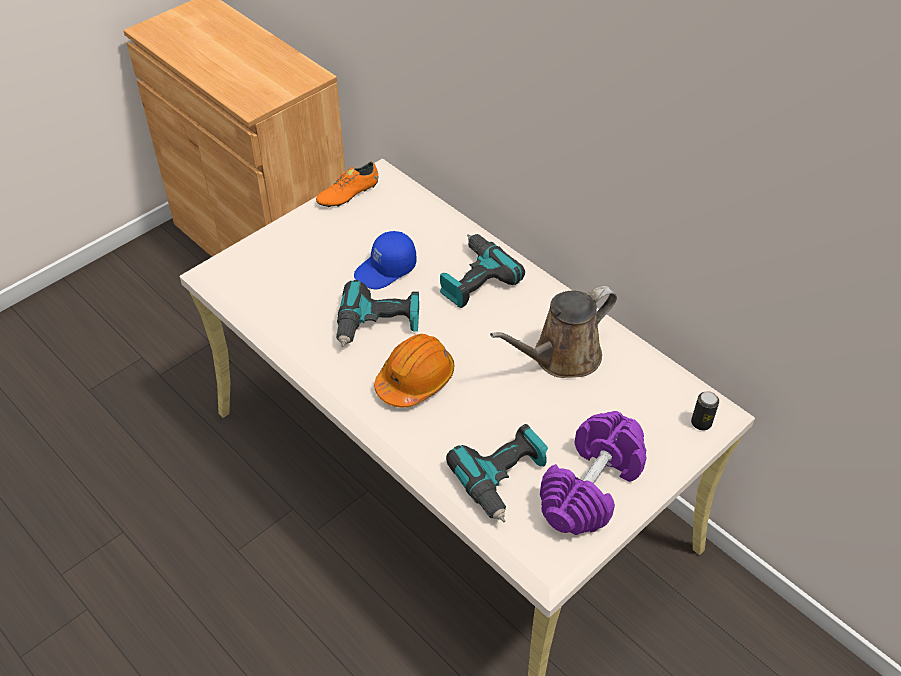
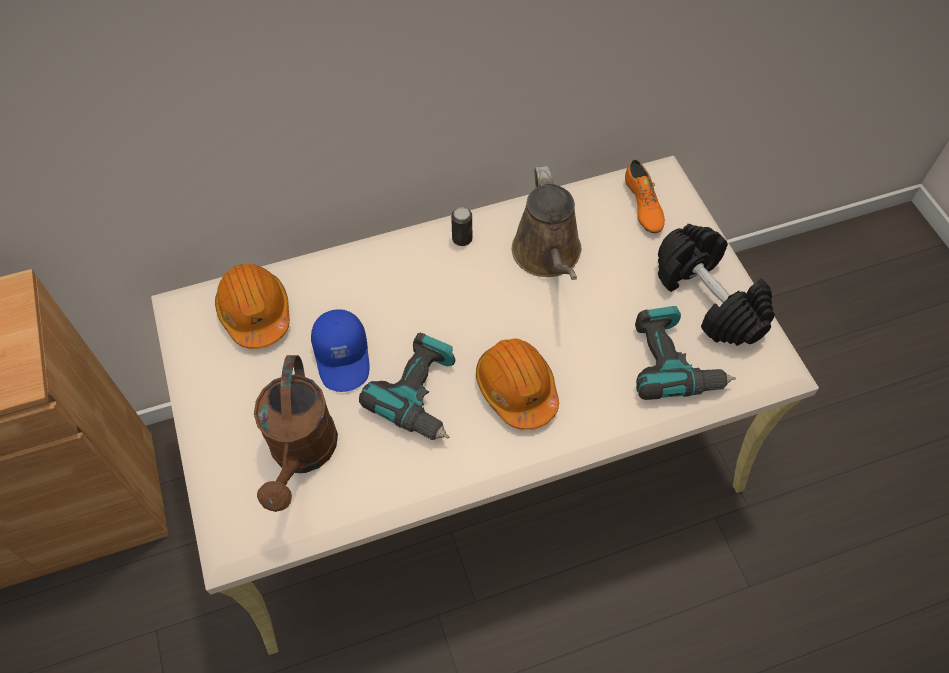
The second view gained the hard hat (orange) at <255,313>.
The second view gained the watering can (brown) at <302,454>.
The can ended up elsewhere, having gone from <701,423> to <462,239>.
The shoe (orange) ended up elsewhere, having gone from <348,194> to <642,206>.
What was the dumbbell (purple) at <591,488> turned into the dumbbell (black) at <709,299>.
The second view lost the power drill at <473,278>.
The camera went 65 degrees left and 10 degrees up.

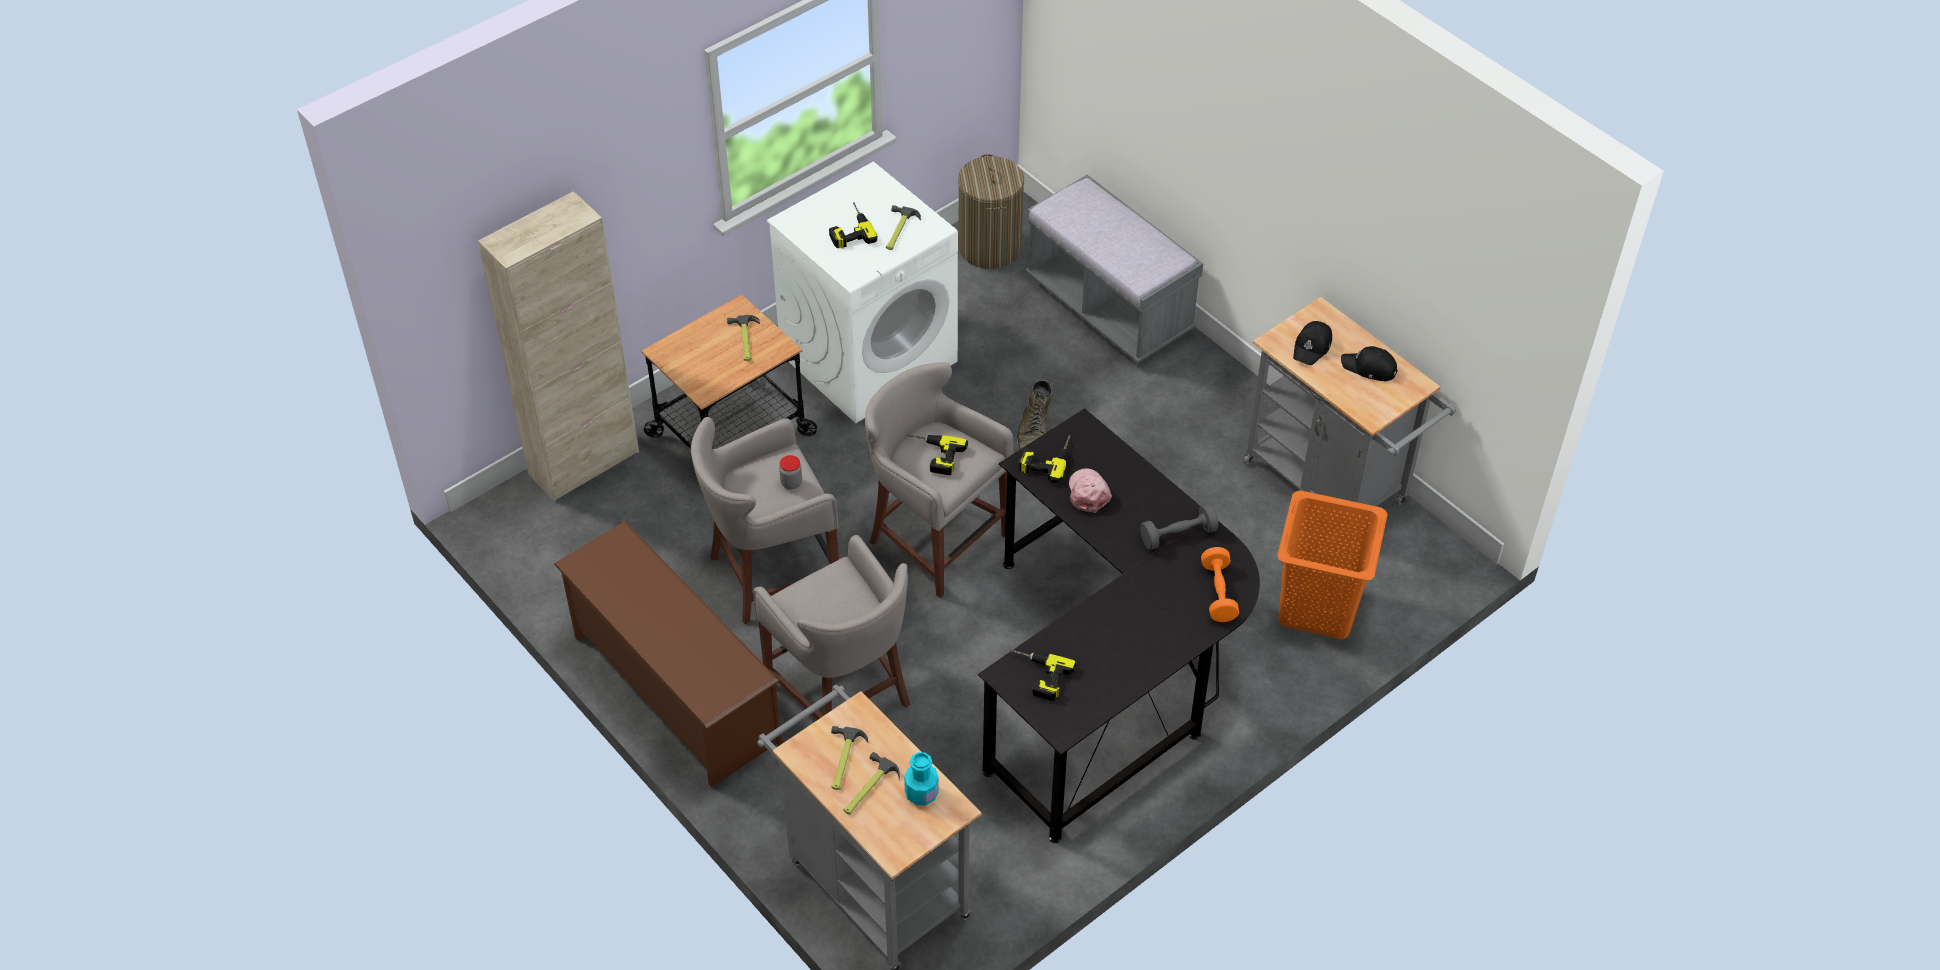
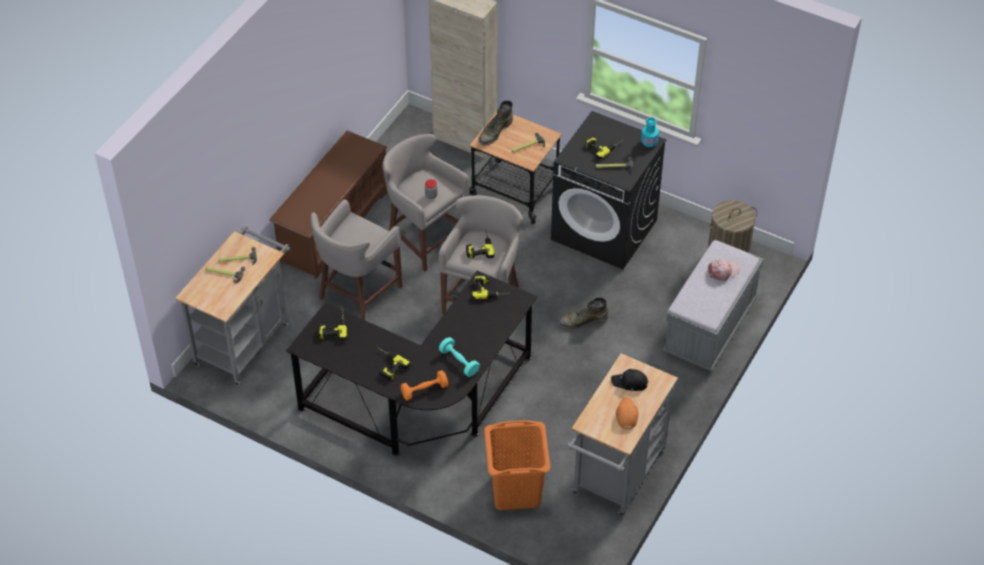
The second view gained the power drill at <387,365>.
What was the dumbbell (grey) at <1178,535> turned into the dumbbell (turquoise) at <459,362>.
The second view gained the boot (green) at <495,131>.
What was the washing machine (white) at <869,357> turned into the washing machine (black) at <605,230>.
What was the cap (black) at <1369,368> turned into the cap (orange) at <626,415>.
The bottle (turquoise) ended up elsewhere, having gone from <921,793> to <649,142>.
The cap (pink) ended up elsewhere, having gone from <1088,492> to <723,271>.
The camera went 70 degrees right and 0 degrees up.

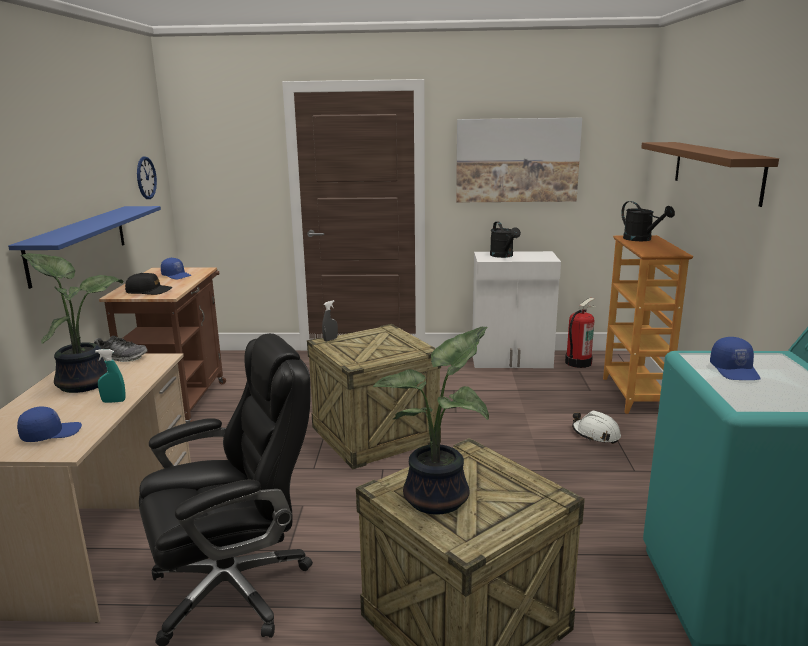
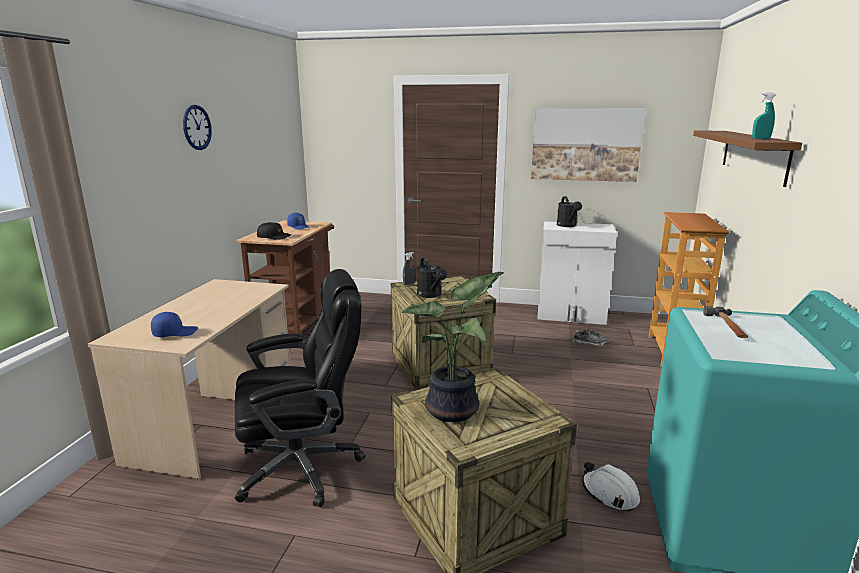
The wall clock ended up elsewhere, having gone from <146,178> to <197,127>.
The watering can (black) ended up elsewhere, having gone from <641,239> to <431,295>.
The shoe ended up elsewhere, having gone from <120,358> to <590,343>.
The hard hat (white) ended up elsewhere, having gone from <596,434> to <609,494>.
Where the cap (blue) stood at <735,371>, the hammer came to stand at <727,327>.
The spray bottle (turquoise) ended up elsewhere, having gone from <114,401> to <761,139>.
The second view lost the shelf (blue) at <78,243>.
The second view lost the potted plant at <84,383>.
The second view lost the fire extinguisher at <578,362>.
The camera went 10 degrees right and 0 degrees up.

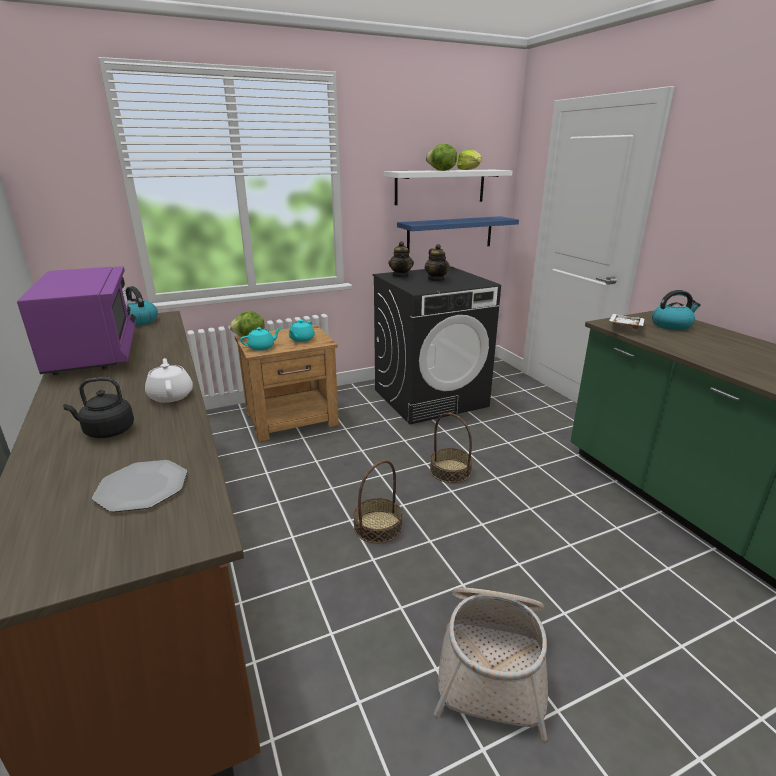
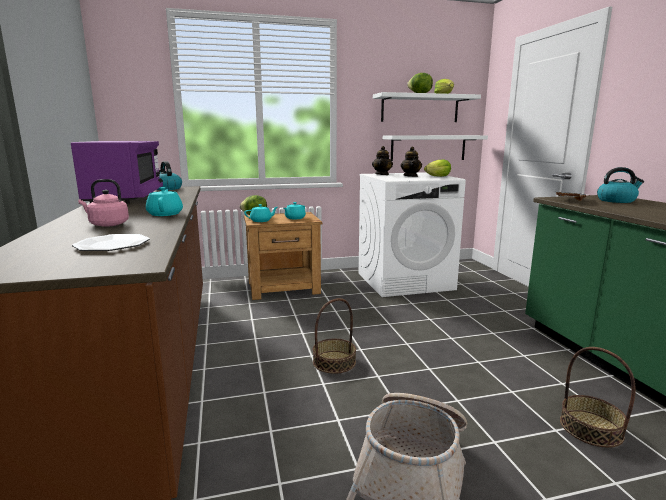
What was the kettle (black) at <107,431> turned into the kettle (pink) at <107,224>.
What was the teapot (white) at <171,395> turned into the teapot (turquoise) at <165,214>.
What was the washing machine (black) at <430,398> turned into the washing machine (white) at <405,281>.
What was the shelf (blue) at <450,234> turned into the shelf (white) at <428,147>.
The second view gained the lettuce at <437,176>.
The basket ended up elsewhere, having gone from <450,471> to <590,428>.
The camera went 10 degrees right and 10 degrees down.

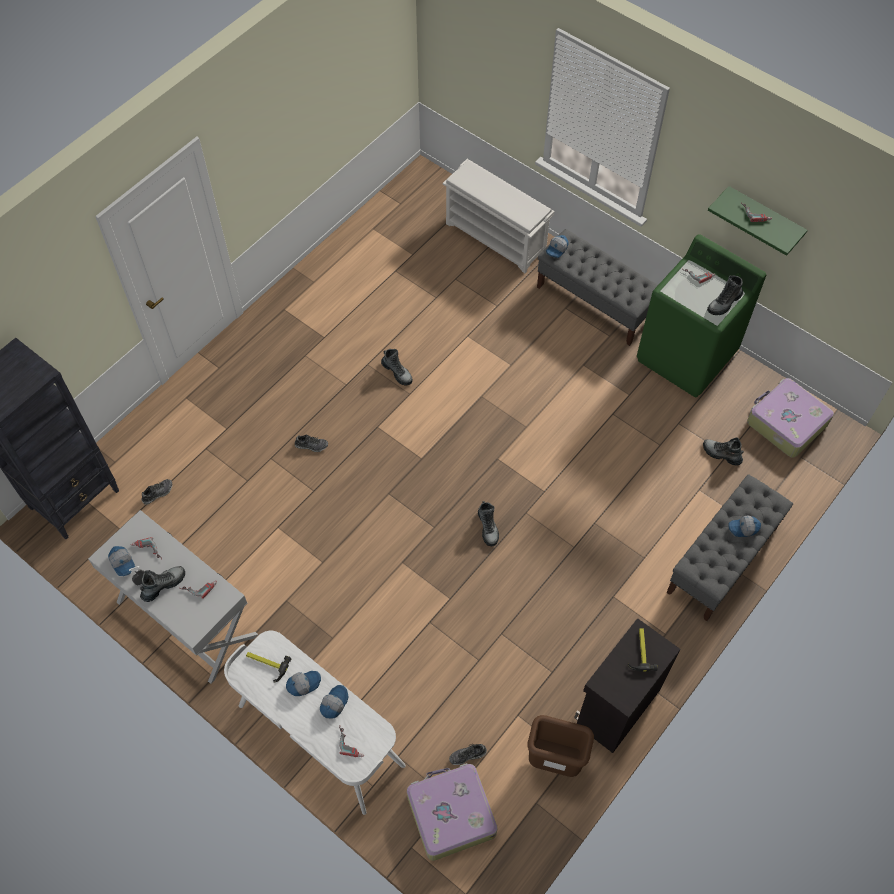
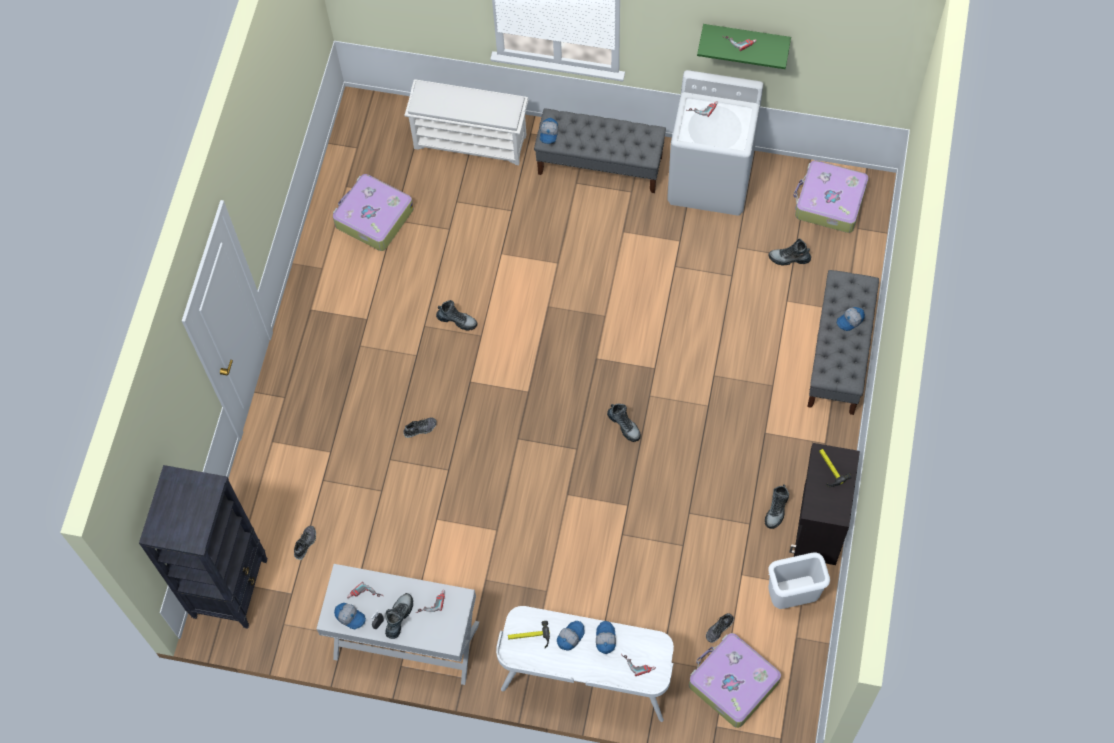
The second view gained the suitcase at <373,218>.
What was the washing machine (green) at <687,356> turned into the washing machine (white) at <711,179>.
The boot ended up elsewhere, having gone from <724,303> to <776,510>.
What was the trash can (brown) at <555,760> turned into the trash can (white) at <792,595>.
The camera went 25 degrees left and 5 degrees up.

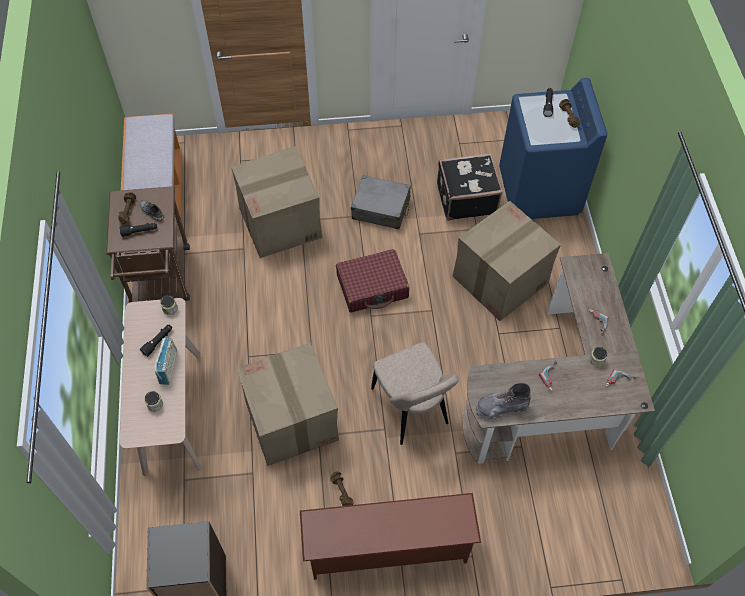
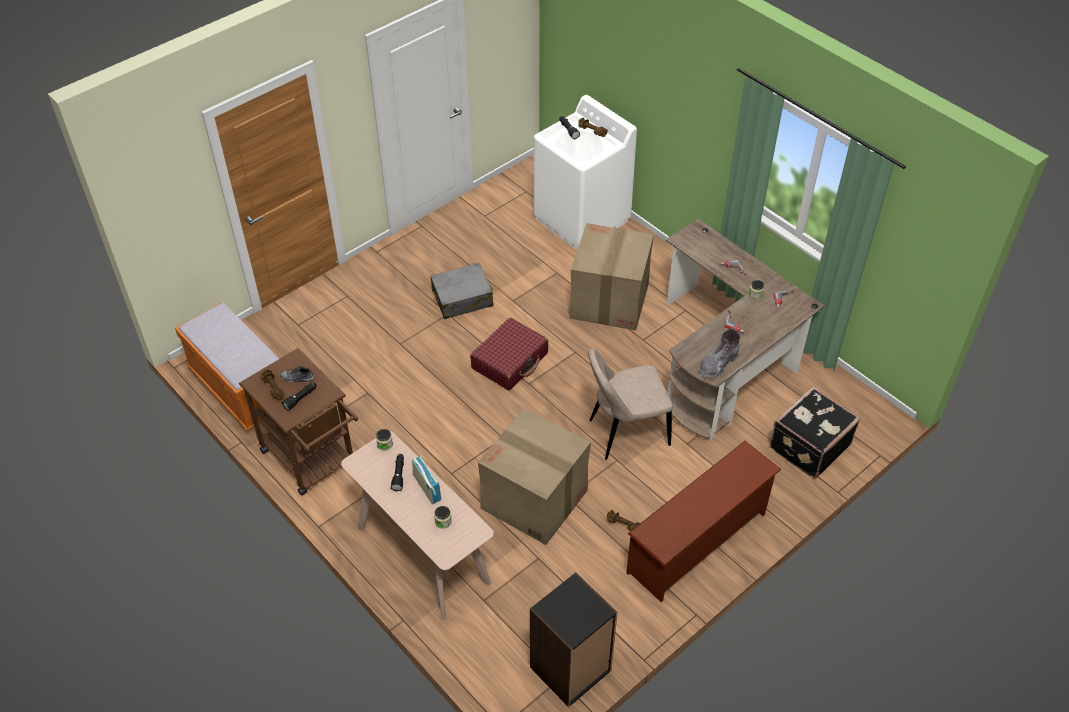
What was the washing machine (blue) at <539,191> turned into the washing machine (white) at <582,220>.
The chair (beige) at <411,409> ended up facing another way, 135 degrees clockwise from before.
The suitcase (black) ended up elsewhere, having gone from <466,198> to <808,446>.
The second view lost the cardboard box at <281,222>.
The camera went 35 degrees left and 10 degrees down.

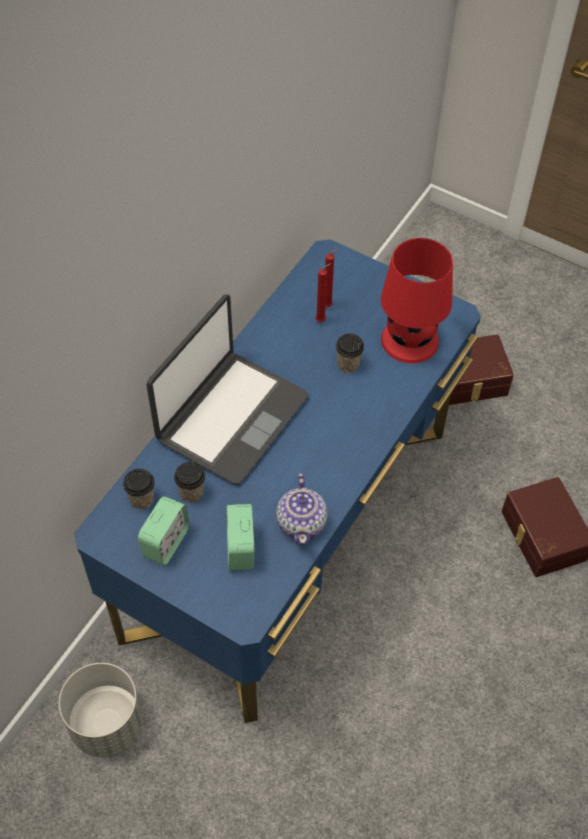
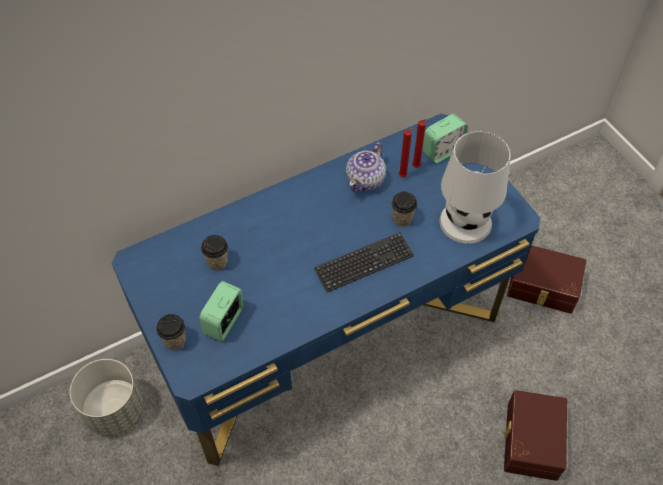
The cup ended up elsewhere, having gone from <142,499> to <175,341>.
The second view gained the keyboard at <364,263>.
The teapot ended up elsewhere, having gone from <302,523> to <365,180>.
The alarm clock ended up elsewhere, having gone from <166,542> to <442,151>.
What was the table lamp (red) at <410,339> turned into the table lamp (white) at <466,221>.
The second view lost the laptop at <231,418>.
The camera went 30 degrees right and 0 degrees up.

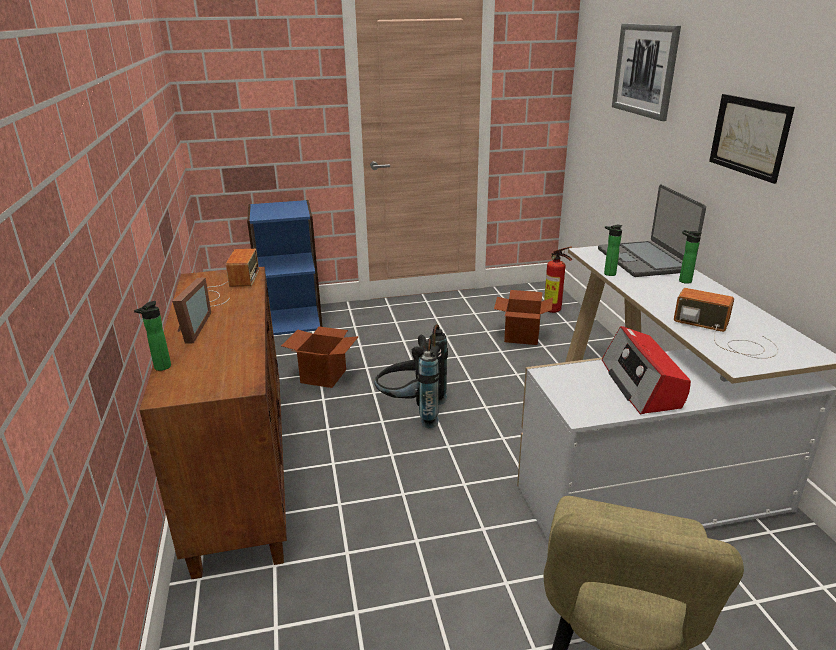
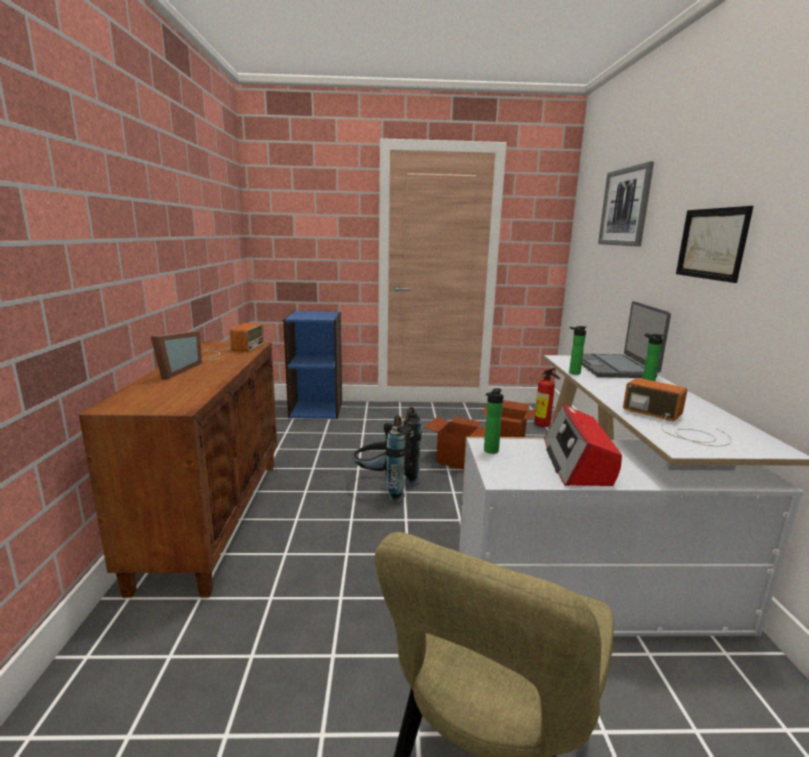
The cardboard box ended up elsewhere, having gone from <323,376> to <456,460>.
The bottle ended up elsewhere, having gone from <160,368> to <490,451>.
The camera went 10 degrees right and 10 degrees down.

